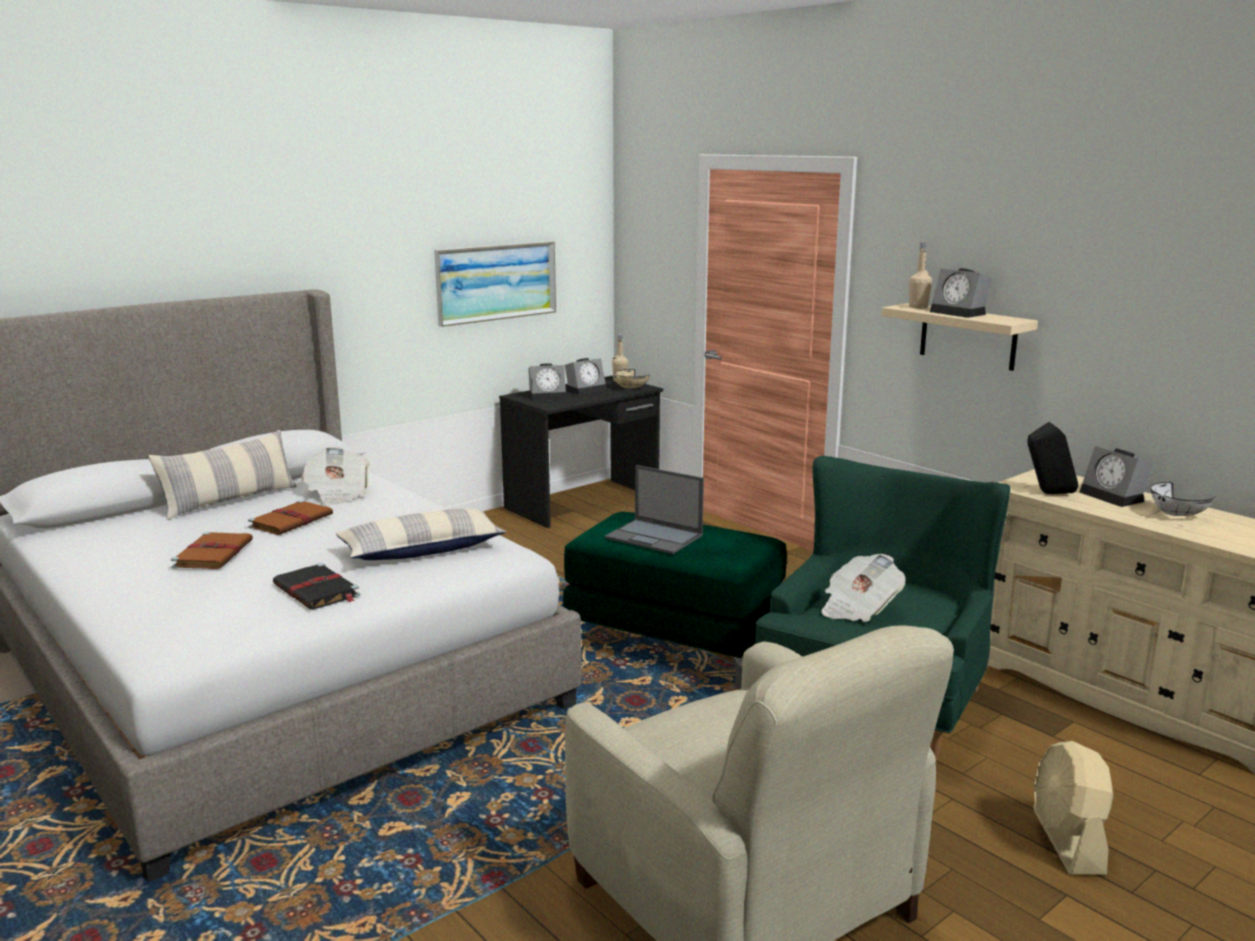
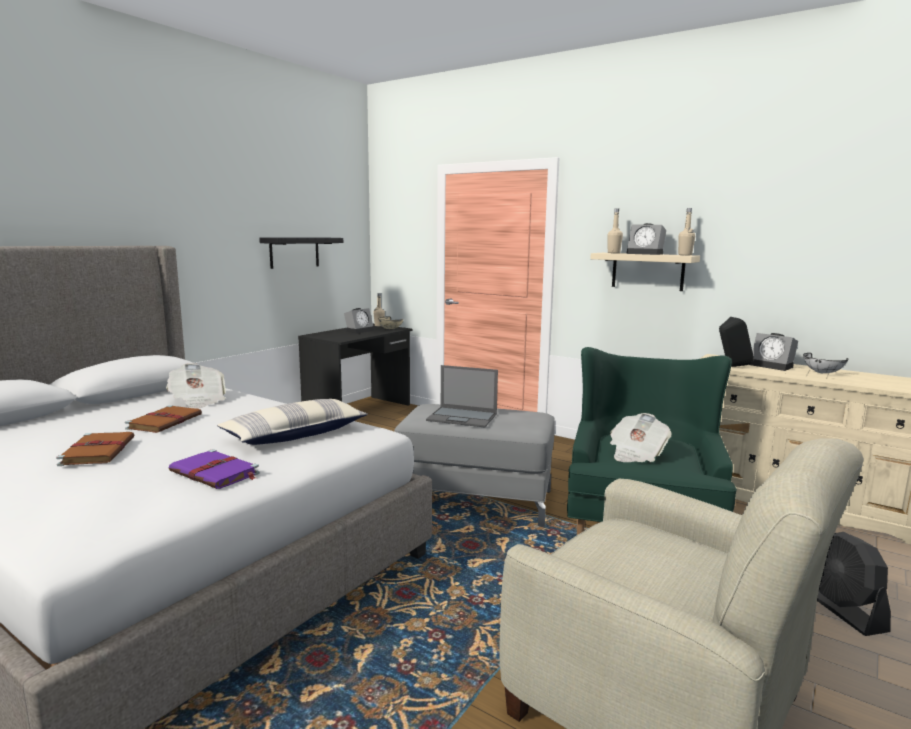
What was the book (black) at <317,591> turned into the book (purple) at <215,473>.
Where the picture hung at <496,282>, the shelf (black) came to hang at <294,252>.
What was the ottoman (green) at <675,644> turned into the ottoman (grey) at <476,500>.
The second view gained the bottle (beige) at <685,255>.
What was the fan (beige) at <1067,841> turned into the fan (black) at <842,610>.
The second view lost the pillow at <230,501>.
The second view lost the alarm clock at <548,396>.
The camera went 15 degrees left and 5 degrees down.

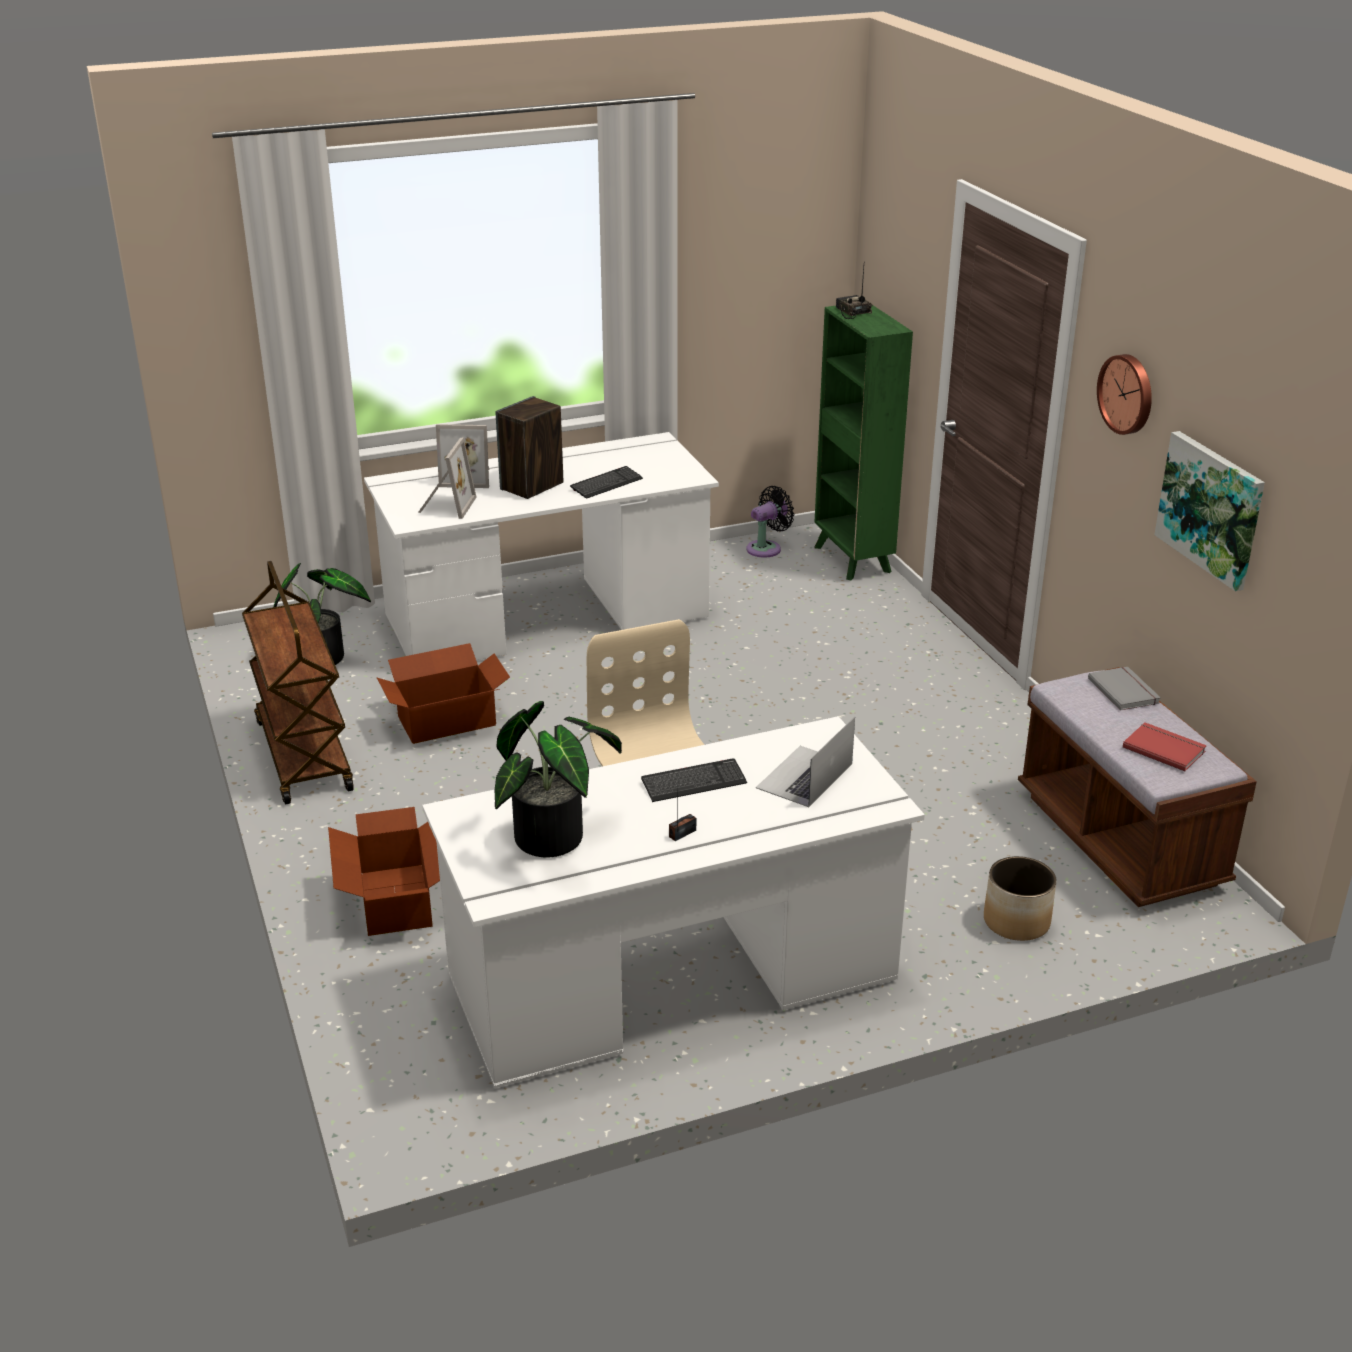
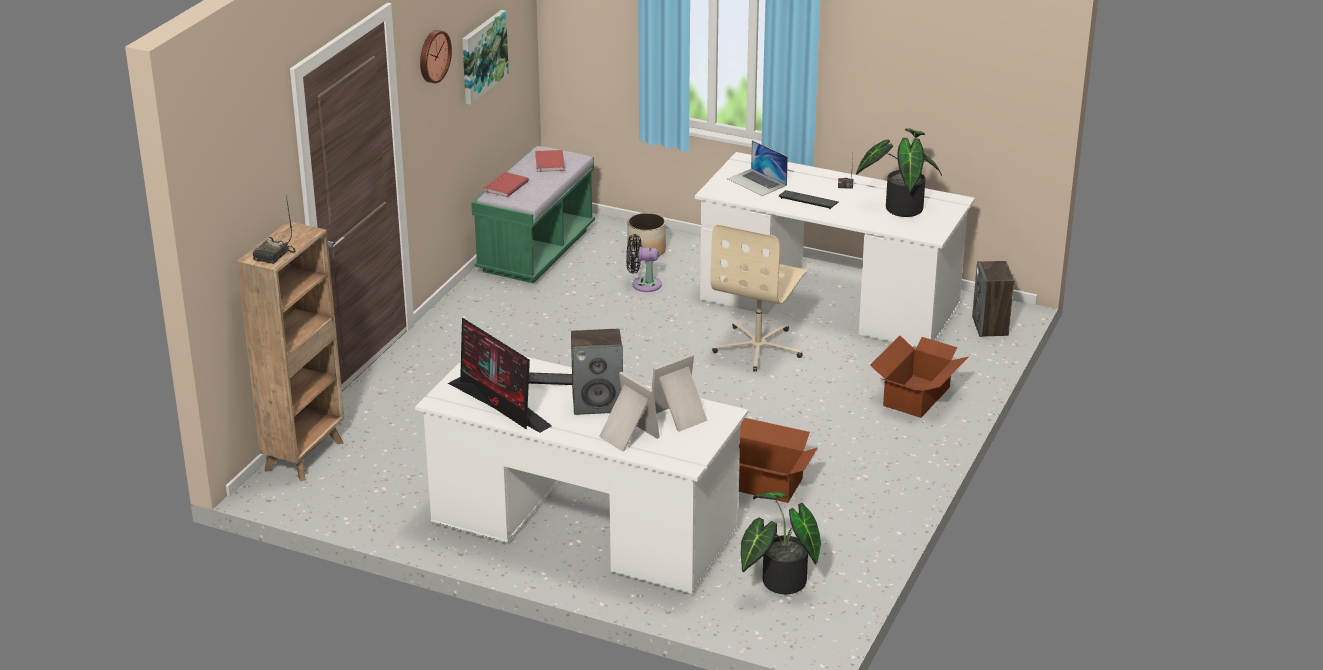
What was the bookcase (green) at <852,560> turned into the bookcase (brown) at <305,455>.
The second view gained the monitor at <500,405>.
What was the bench (brown) at <1119,840> turned into the bench (green) at <536,251>.
What was the book (grey) at <1125,690> turned into the book (red) at <504,186>.
The fan (black) ended up elsewhere, having gone from <767,548> to <643,284>.
The laptop at <804,776> ended up facing another way, 60 degrees clockwise from before.
The second view gained the speaker at <990,326>.
The second view lost the cart (brown) at <302,754>.
The camera went 135 degrees left and 0 degrees up.

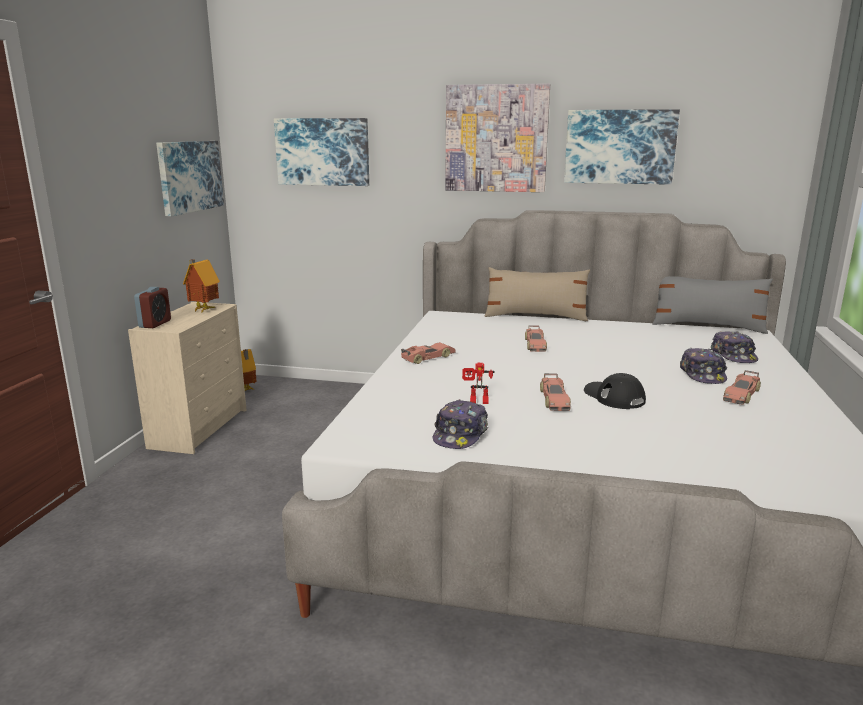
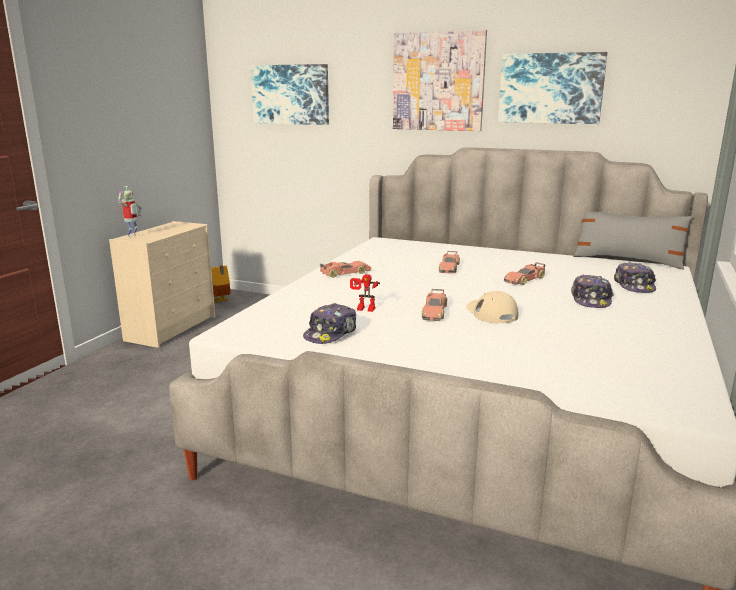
Where the alarm clock stood at <155,324>, the toy robot came to stand at <132,236>.
What was the cap (black) at <614,397> turned into the cap (beige) at <491,313>.
The toy car ended up elsewhere, having gone from <741,395> to <525,280>.
The second view lost the picture at <189,176>.
The second view lost the toy house at <203,310>.
The second view lost the pillow (beige) at <535,317>.
The camera went 10 degrees right and 0 degrees up.

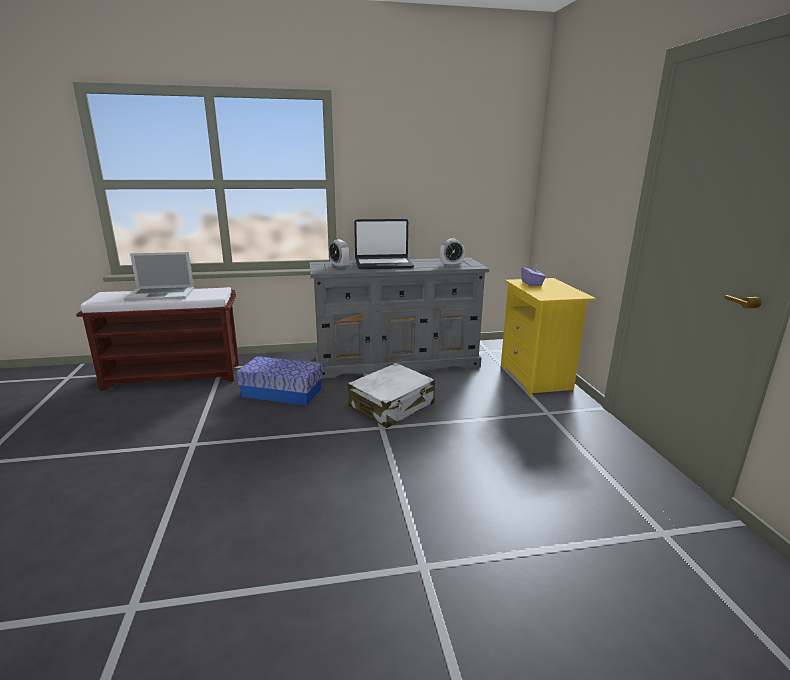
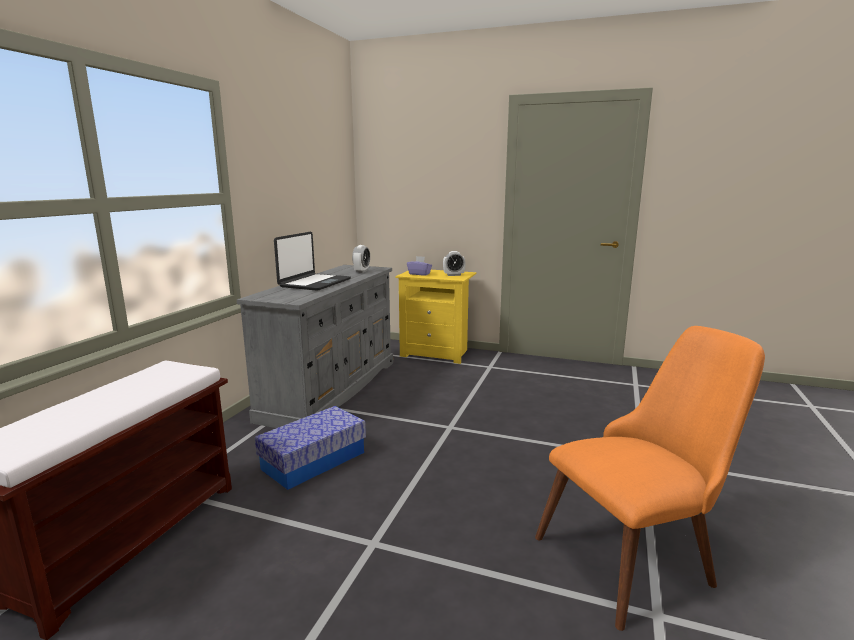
The alarm clock ended up elsewhere, having gone from <339,266> to <453,275>.
The second view gained the chair (orange) at <638,554>.
The second view lost the laptop at <161,294>.
The second view lost the suitcase (white) at <392,406>.
The camera went 60 degrees left and 5 degrees down.

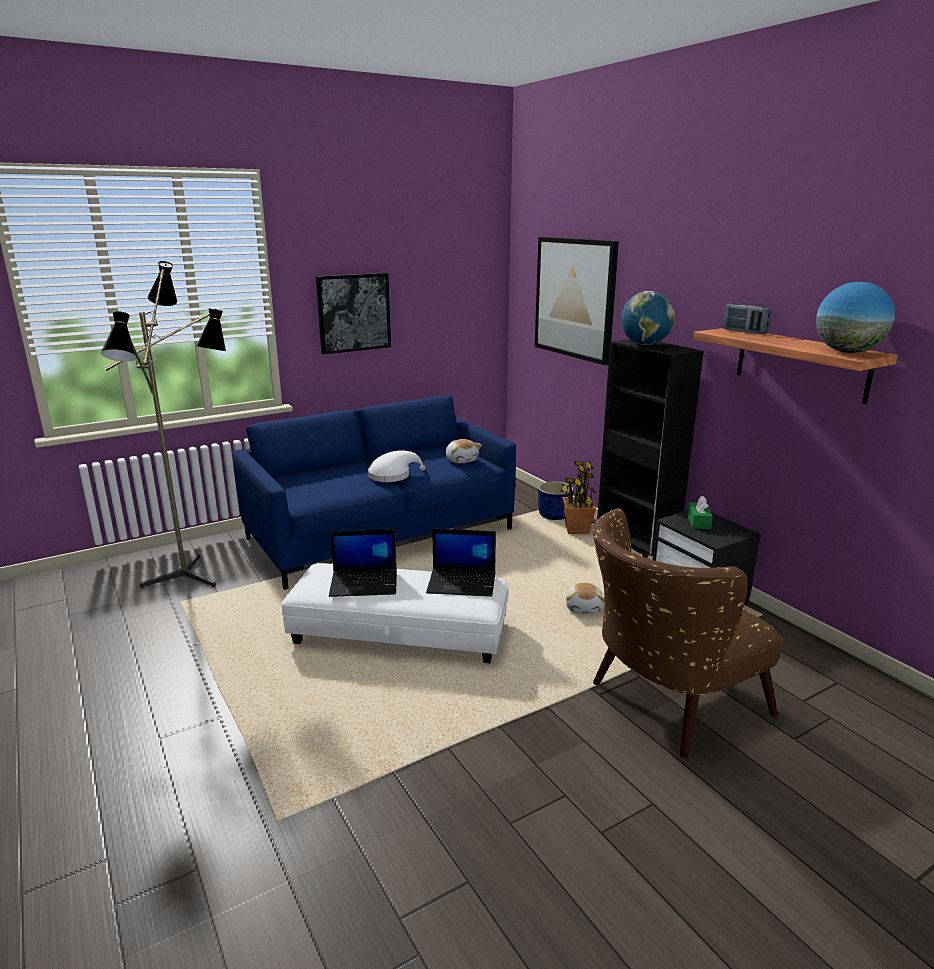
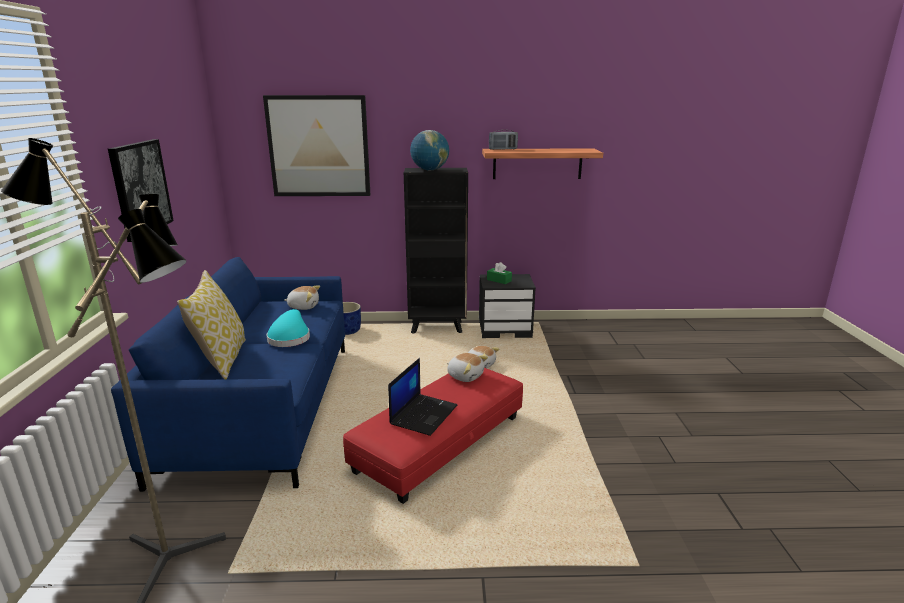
The second view gained the pillow at <221,359>.
What was the hat (white) at <392,475> turned into the hat (turquoise) at <290,338>.
What was the ottoman (white) at <399,633> turned into the ottoman (red) at <440,444>.
Where the laptop stood at <462,583>, the plush toy came to stand at <465,376>.
The second view lost the potted plant at <577,530>.
The second view lost the armchair (brown) at <665,704>.
The second view lost the globe at <847,352>.
The camera went 60 degrees left and 0 degrees up.

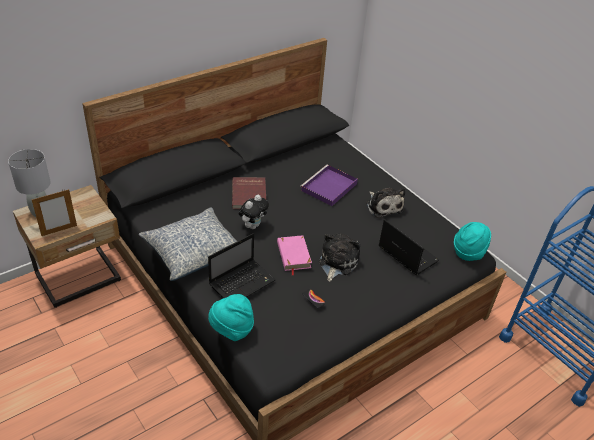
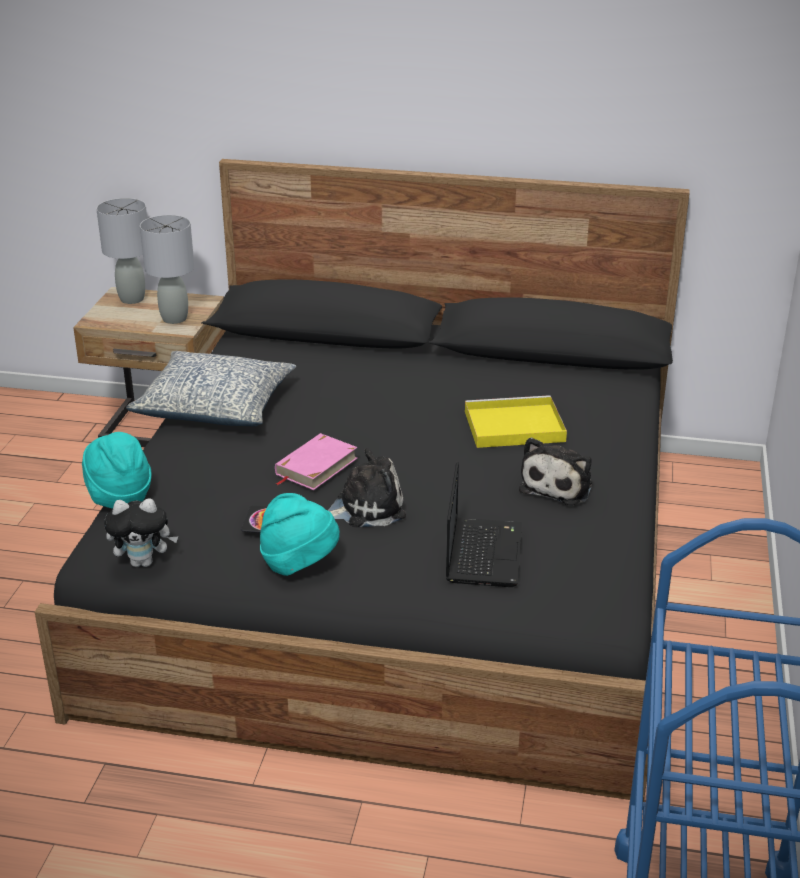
The plush toy ended up elsewhere, having gone from <253,225> to <144,562>.
The second view gained the table lamp (grey) at <174,318>.
The hat (turquoise) ended up elsewhere, having gone from <468,252> to <299,563>.
What was the tray (purple) at <328,188> turned into the tray (yellow) at <512,426>.
The second view lost the picture frame at <59,230>.
The second view lost the laptop at <243,282>.
The second view lost the book (red) at <250,195>.
The camera went 50 degrees right and 10 degrees down.

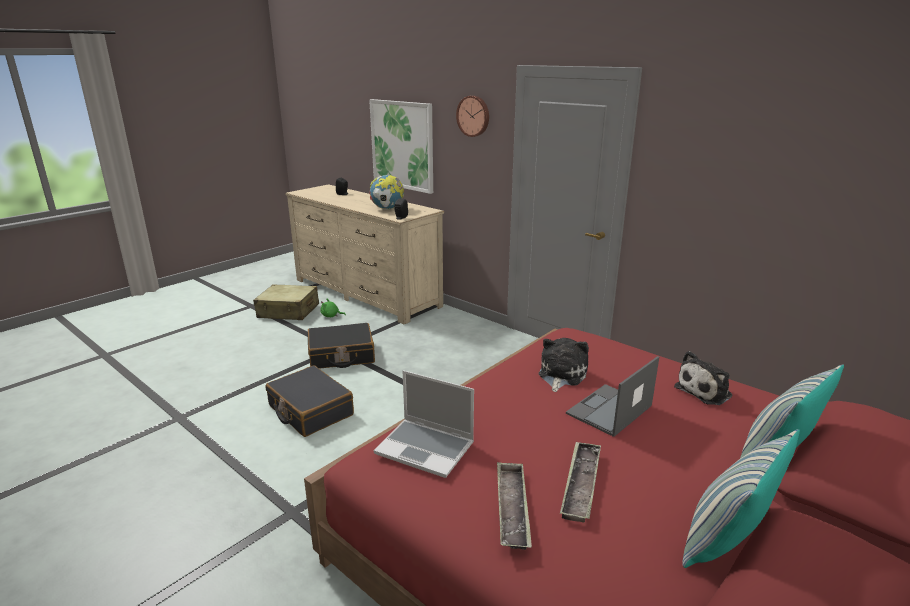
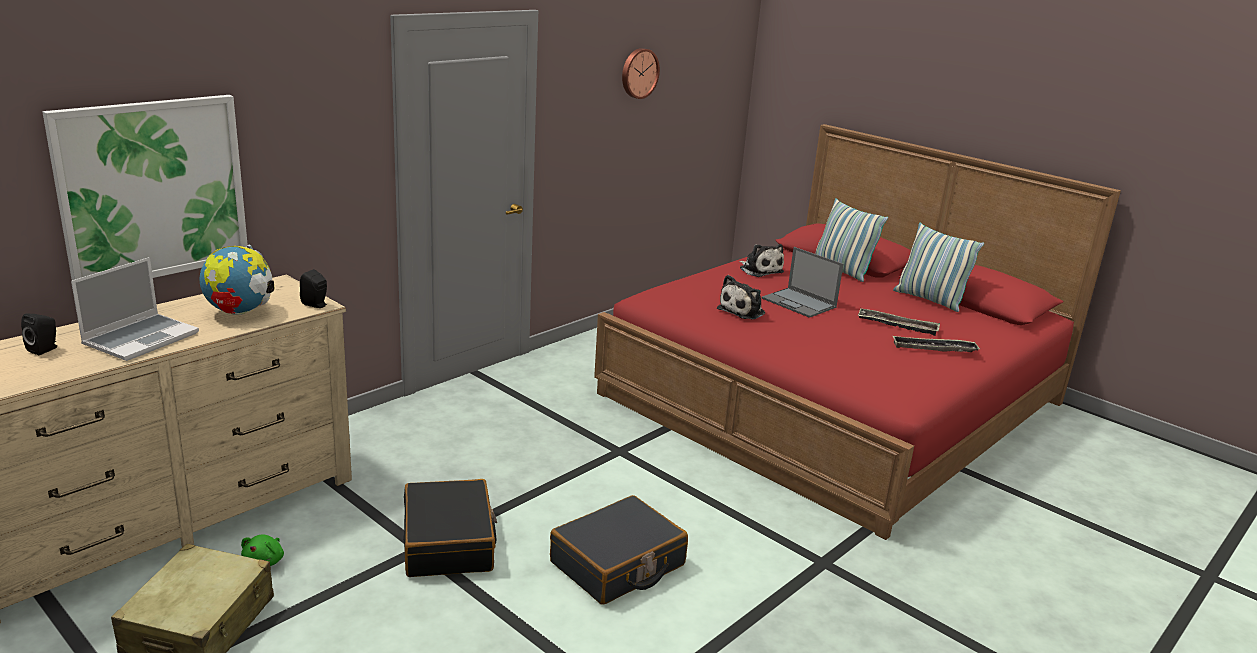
The laptop ended up elsewhere, having gone from <426,448> to <141,338>.
The wall clock ended up elsewhere, having gone from <473,116> to <638,73>.
The plush toy at <561,374> ended up facing another way, 75 degrees counterclockwise from before.
The camera went 90 degrees left and 0 degrees up.

